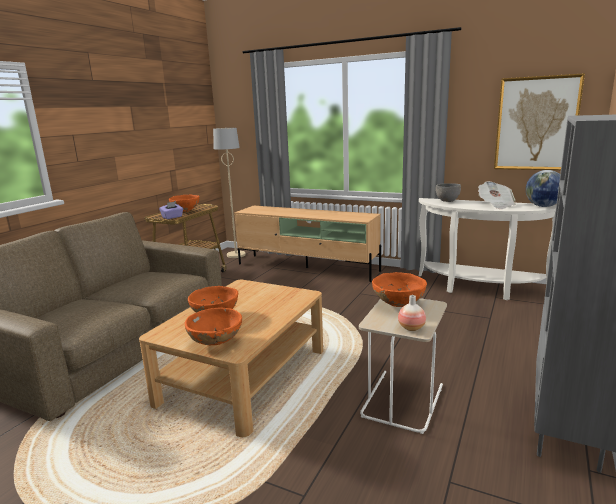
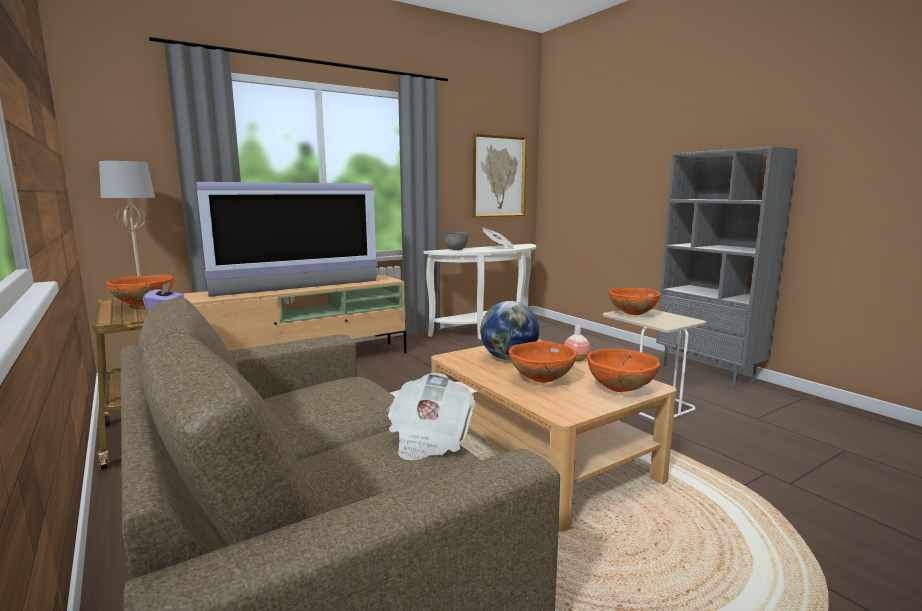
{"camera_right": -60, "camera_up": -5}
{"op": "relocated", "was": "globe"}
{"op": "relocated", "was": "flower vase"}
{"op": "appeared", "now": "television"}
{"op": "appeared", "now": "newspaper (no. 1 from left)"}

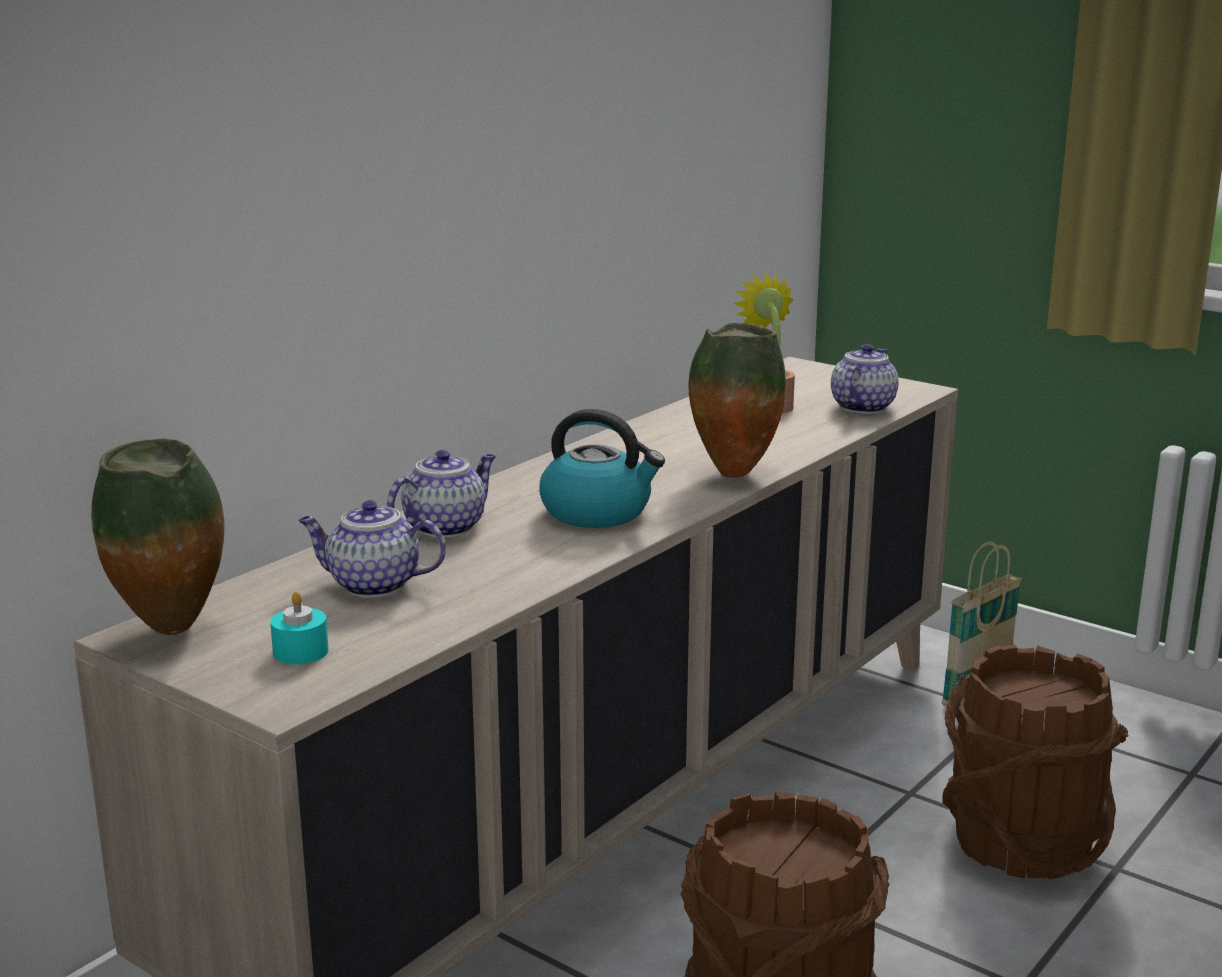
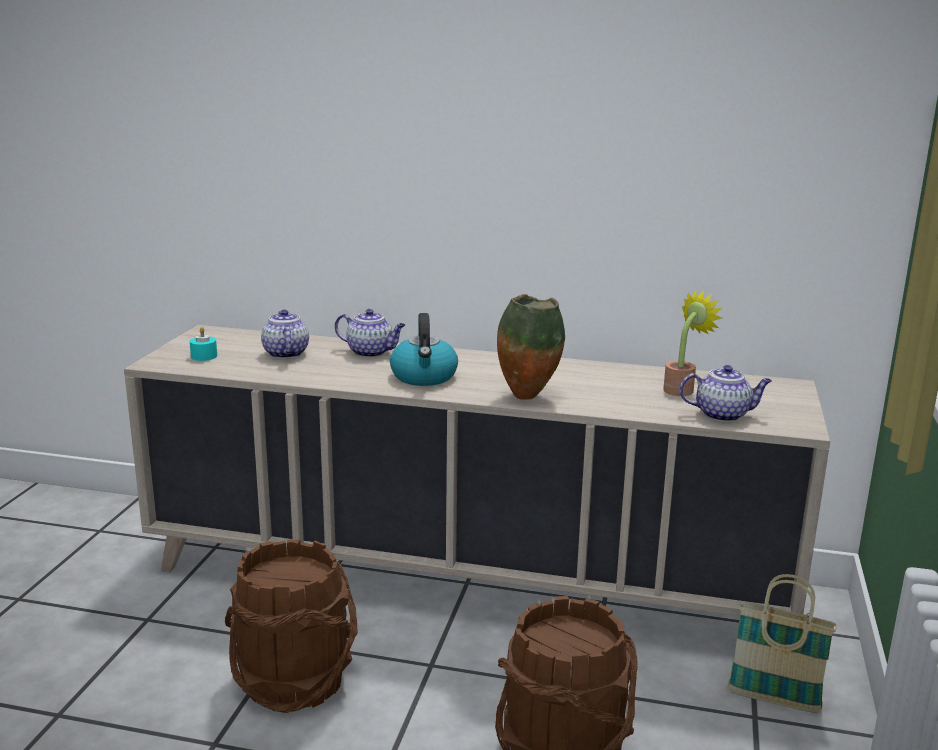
{"camera_right": 65, "camera_up": 0}
{"op": "missing", "was": "flower vase (no. 1 from left)"}

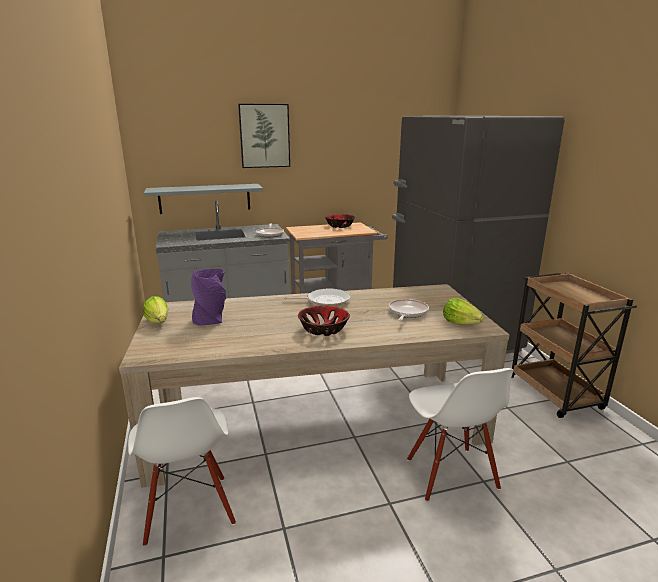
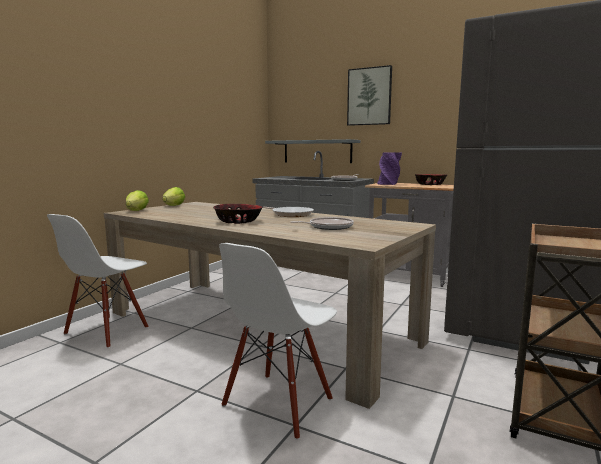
{"camera_right": 45, "camera_up": -10}
{"op": "relocated", "was": "flower vase/purple"}
{"op": "relocated", "was": "lettuce head (no. 2 from left in the first image)", "now": "lettuce head (no. 1 from left)"}

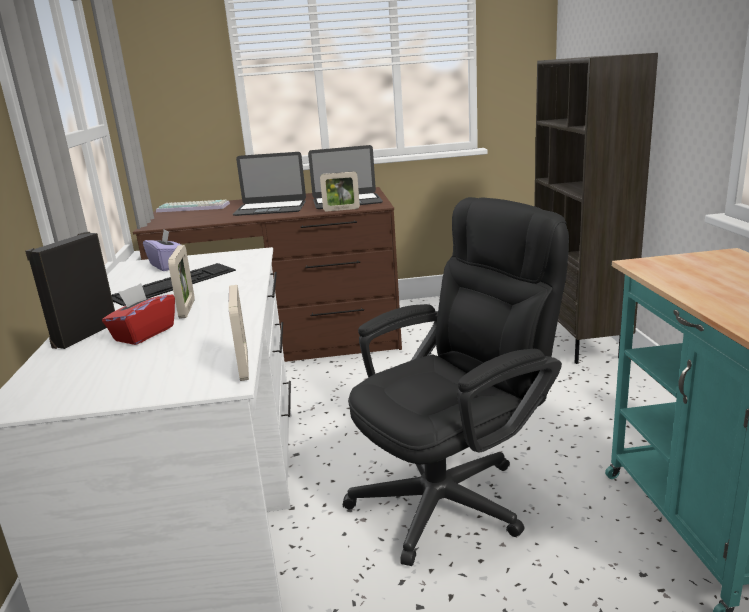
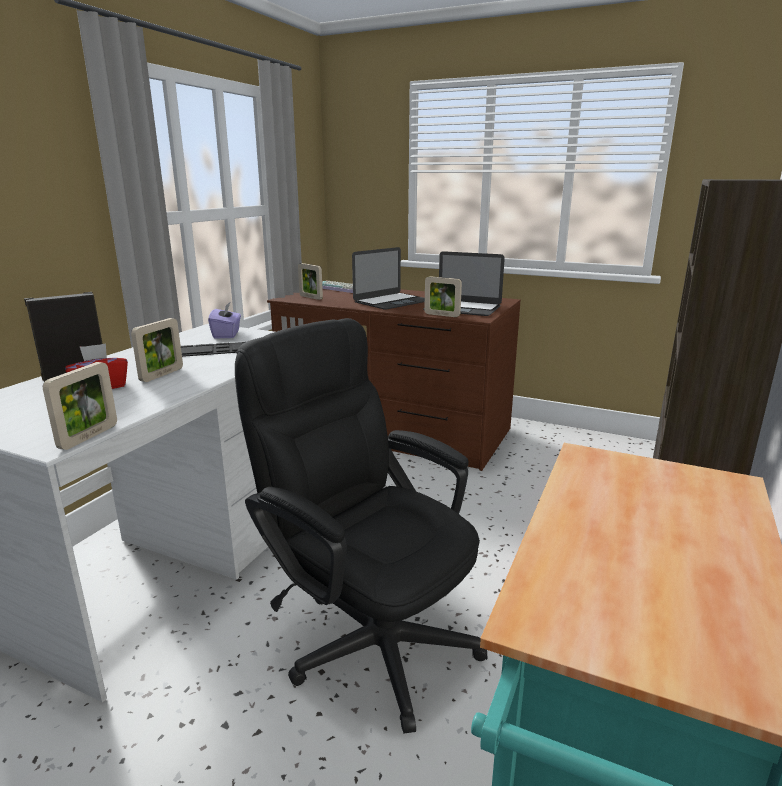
{"camera_right": 30, "camera_up": 0}
{"op": "spun", "was": "notebook computer (no. 1 from left)", "clockwise": -75}
{"op": "spun", "was": "computer chair/black-coloured", "clockwise": -135}
{"op": "appeared", "now": "standing frame (no. 3 from left)"}

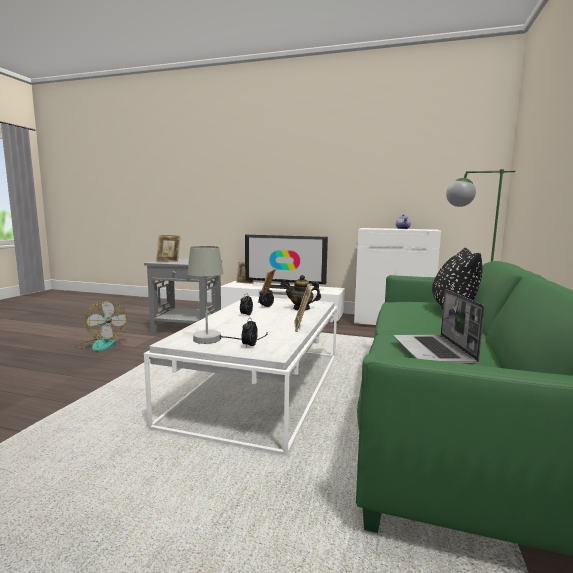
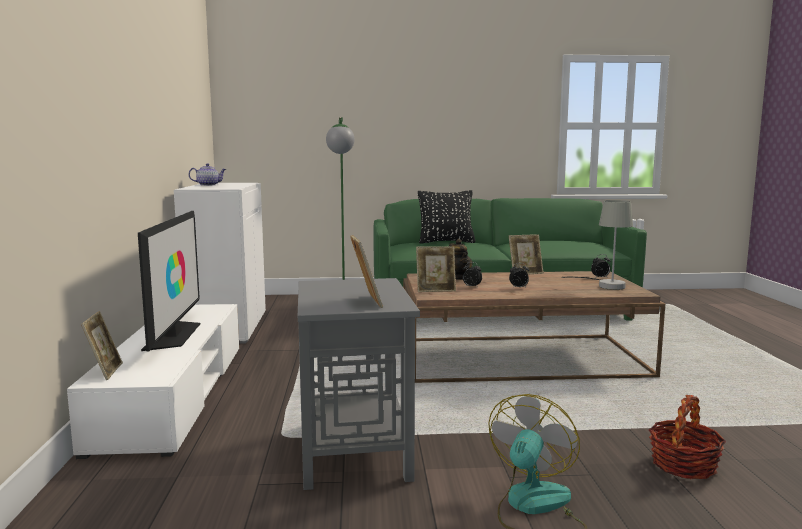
{"camera_right": -110, "camera_up": 0}
{"op": "missing", "was": "notebook computer"}
{"op": "colour", "was": "low table/white-coloured", "now": "low table/brown-coloured"}
{"op": "appeared", "now": "household basket"}

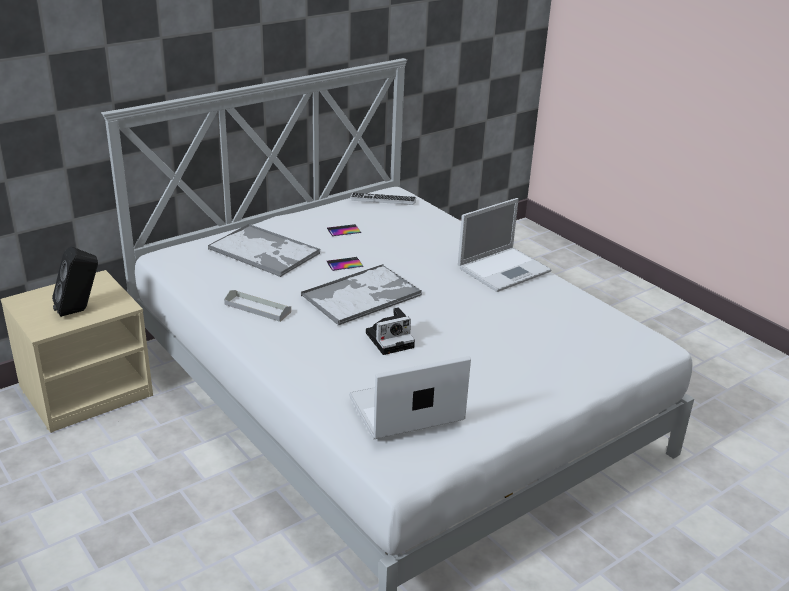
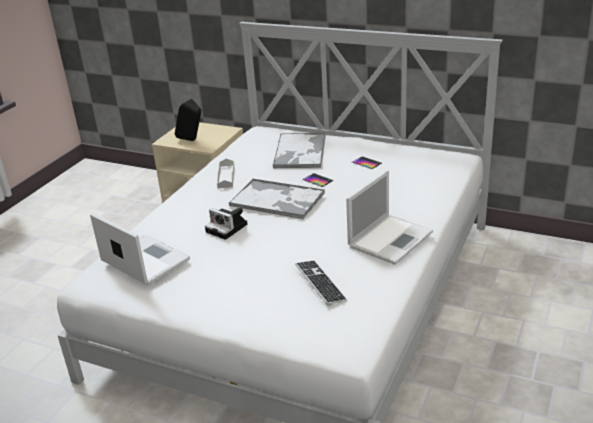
{"camera_right": 65, "camera_up": 0}
{"op": "relocated", "was": "PC keyboard"}
{"op": "spun", "was": "notebook computer (no. 2 from left)", "clockwise": -75}

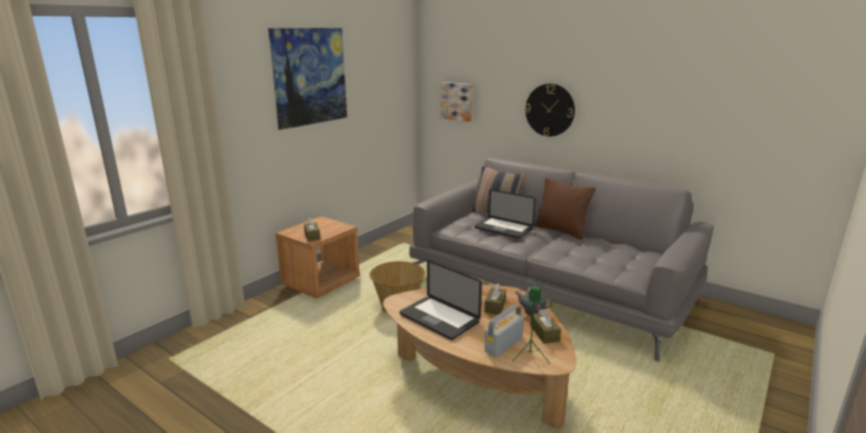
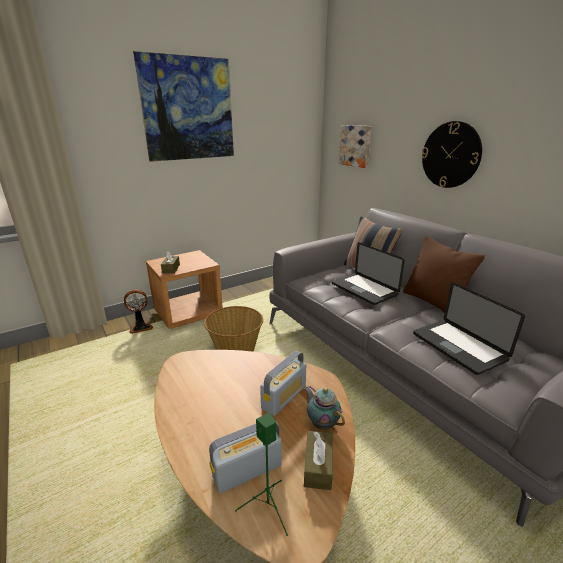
{"camera_right": 20, "camera_up": 5}
{"op": "relocated", "was": "notebook computer (no. 1 from left in the first image)", "now": "notebook computer (no. 2 from left)"}
{"op": "exchanged", "was": "tissue holder/brown-coloured (no. 2 from left)", "now": "radio set (no. 2 from left)"}
{"op": "appeared", "now": "fan"}

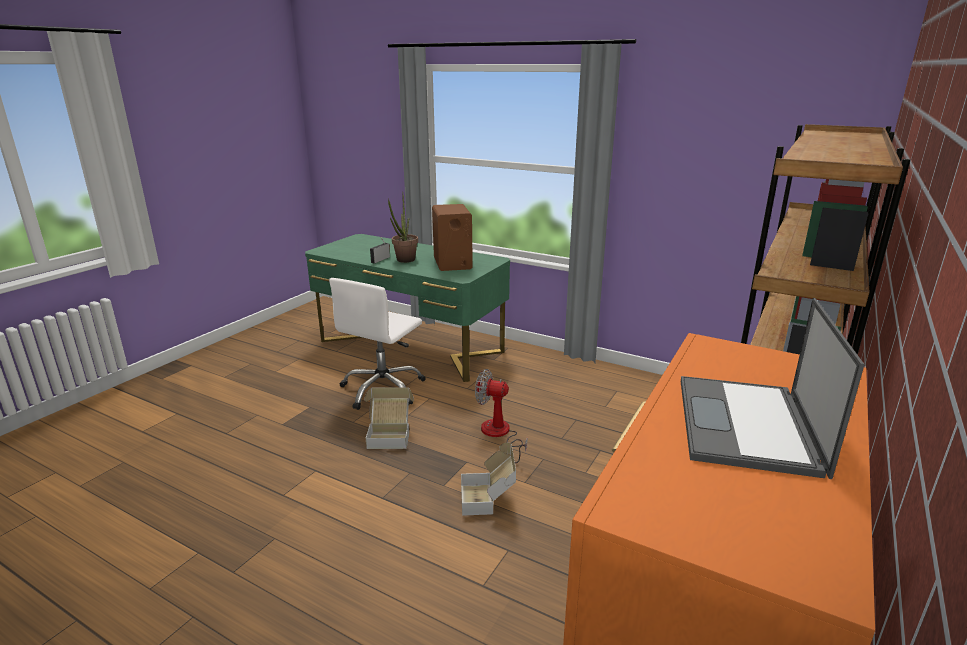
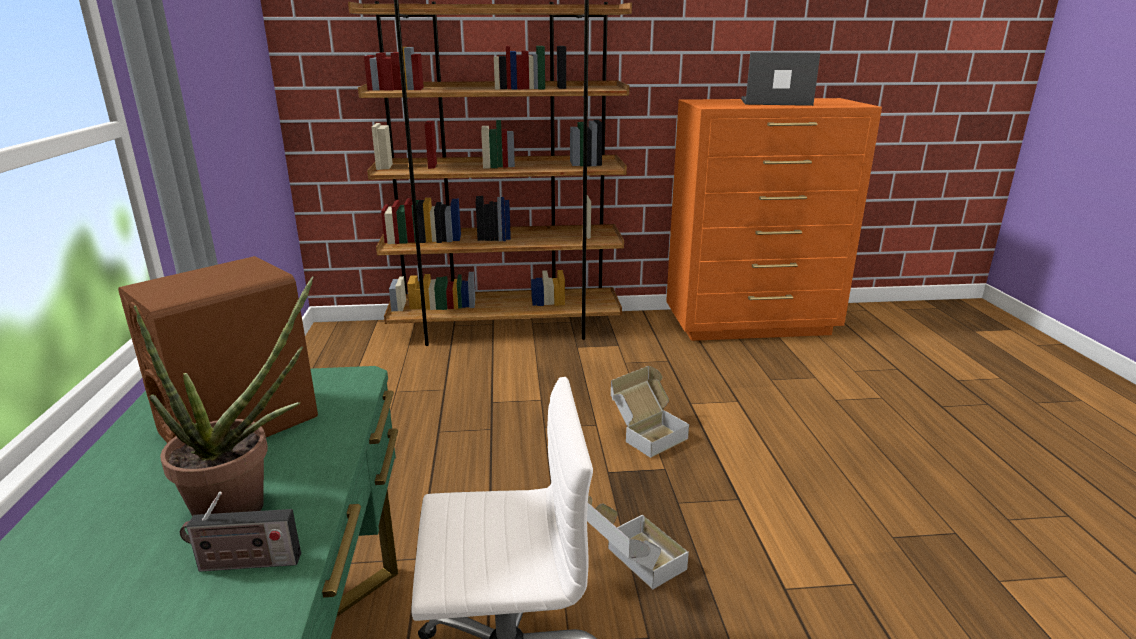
{"camera_right": -125, "camera_up": 0}
{"op": "spun", "was": "notebook computer", "clockwise": -150}
{"op": "missing", "was": "fan"}

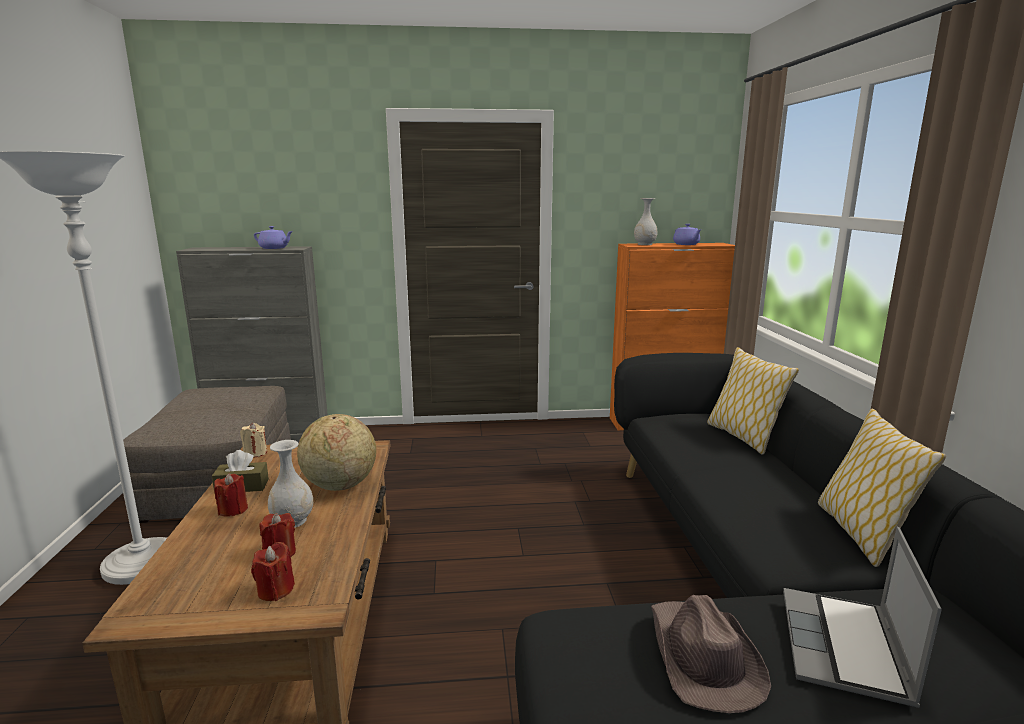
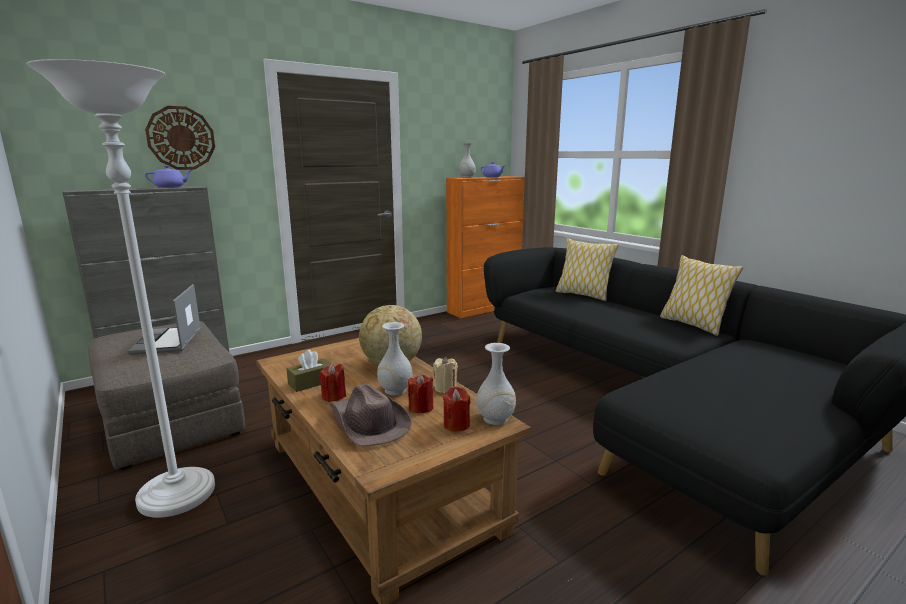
{"camera_right": -30, "camera_up": 0}
{"op": "relocated", "was": "wax light/beige-coloured"}
{"op": "relocated", "was": "notebook computer"}
{"op": "relocated", "was": "hat/brown-coloured"}
{"op": "appeared", "now": "clock on the wall"}
{"op": "appeared", "now": "flower vase/white-coloured (no. 3 from left)"}

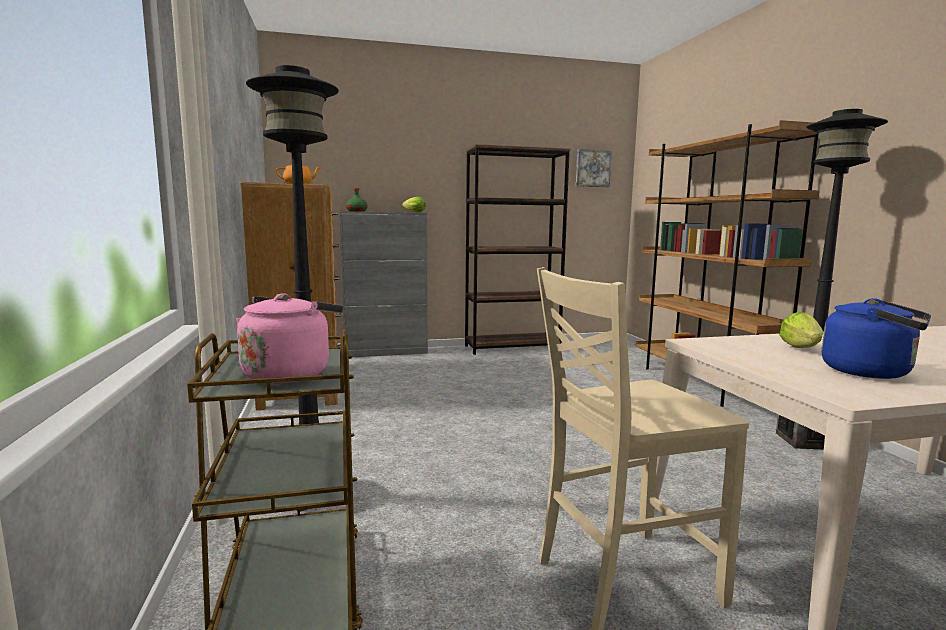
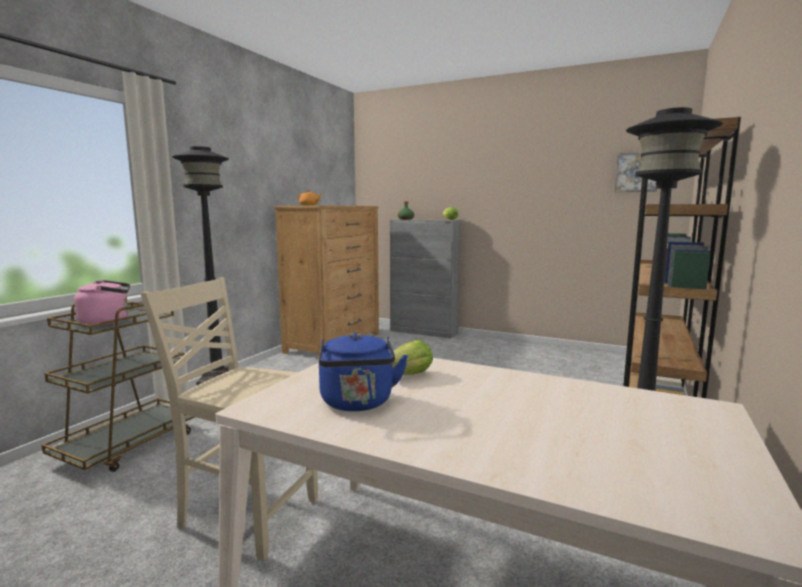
{"camera_right": 40, "camera_up": 0}
{"op": "missing", "was": "bookshelf/brown-coloured (no. 1 from left)"}

